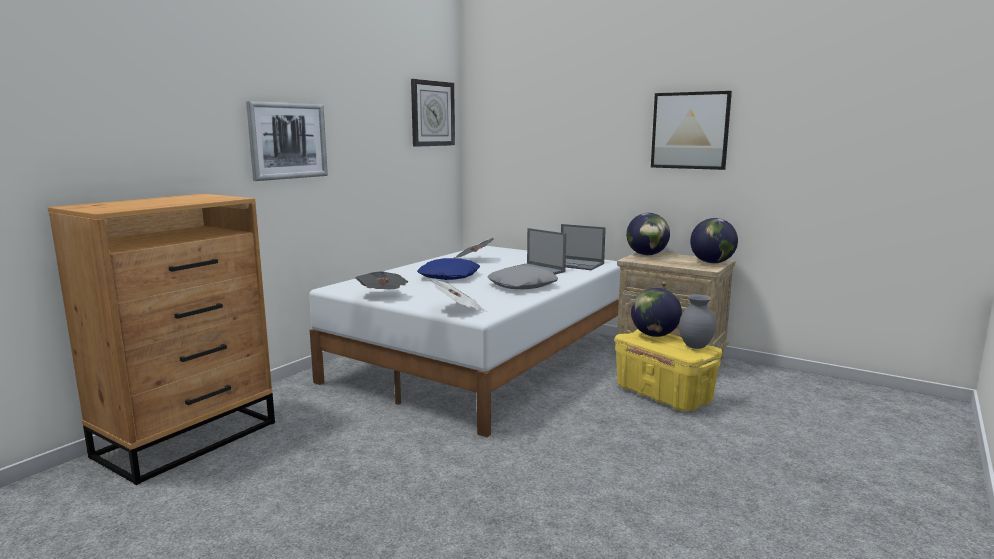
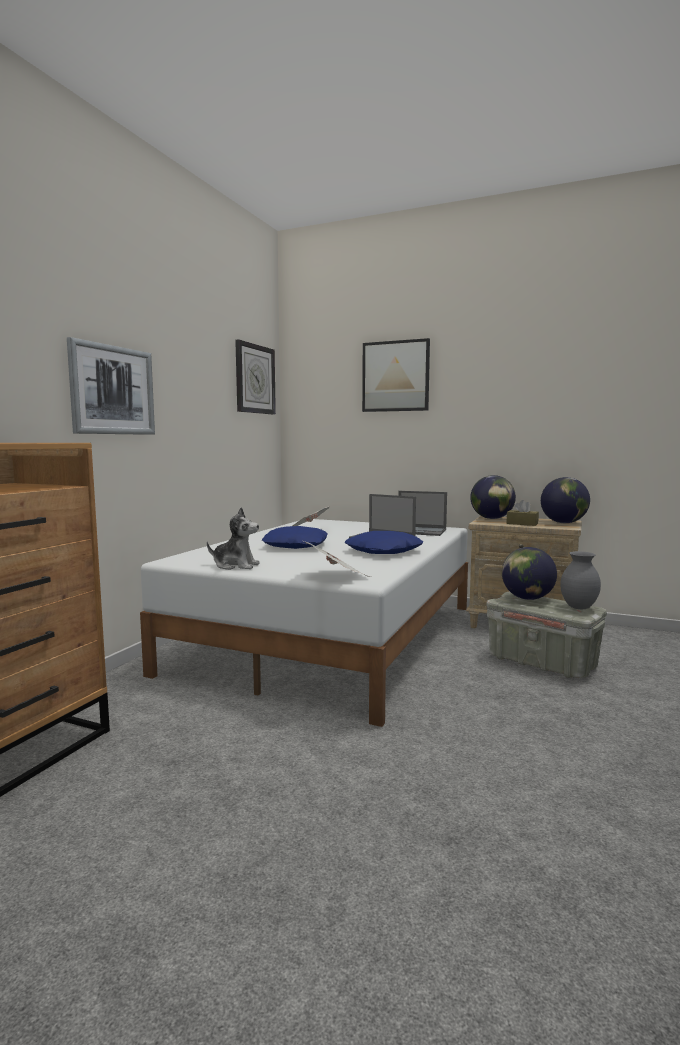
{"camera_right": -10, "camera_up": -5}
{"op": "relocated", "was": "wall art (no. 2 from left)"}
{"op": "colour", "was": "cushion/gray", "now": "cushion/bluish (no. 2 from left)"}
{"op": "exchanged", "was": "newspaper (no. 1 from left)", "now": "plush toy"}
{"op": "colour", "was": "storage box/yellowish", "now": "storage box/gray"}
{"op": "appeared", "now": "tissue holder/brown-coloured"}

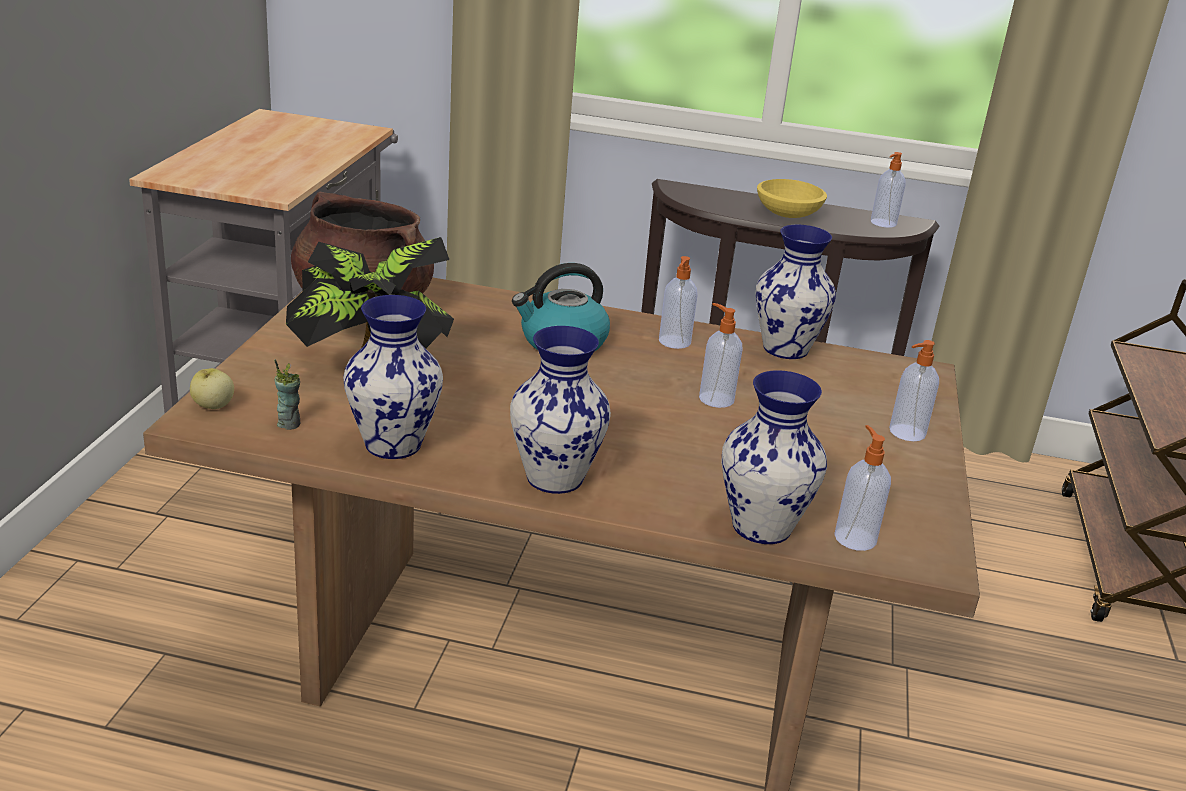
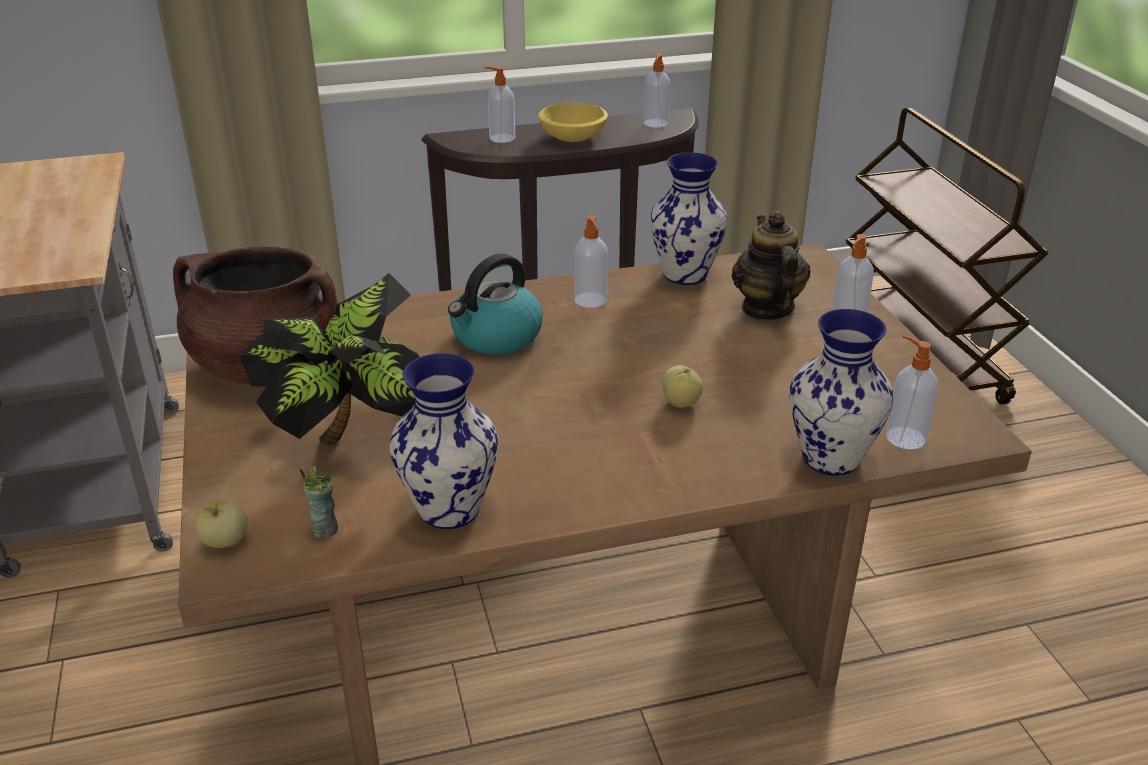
{"camera_right": -25, "camera_up": 5}
{"op": "relocated", "was": "soap dispenser (no. 2 from left in the first image)", "now": "soap dispenser (no. 1 from left)"}
{"op": "missing", "was": "flower vase (no. 2 from left)"}
{"op": "appeared", "now": "teapot"}
{"op": "appeared", "now": "apple fruit (no. 2 from left)"}

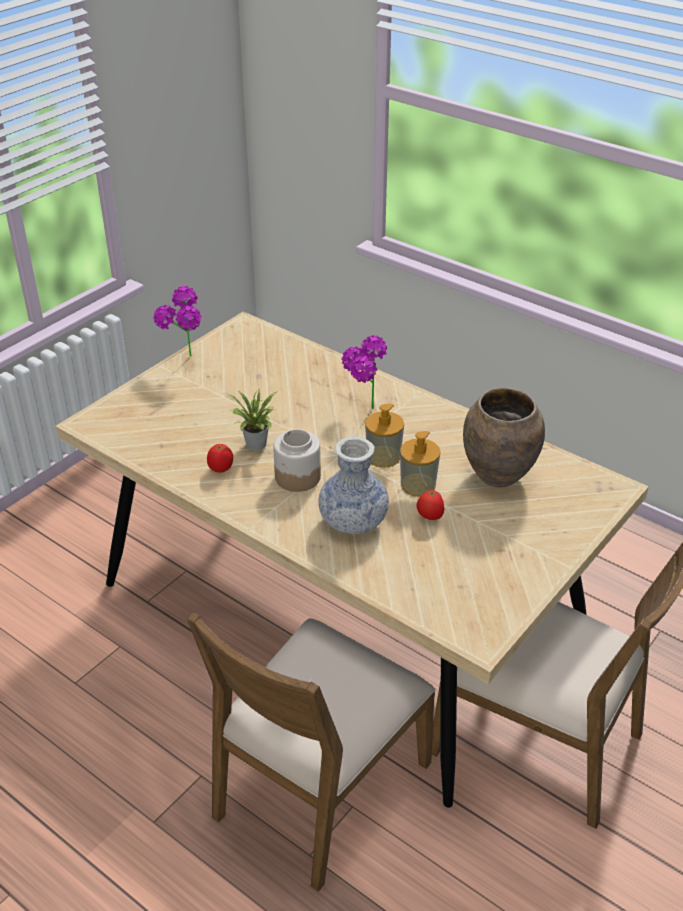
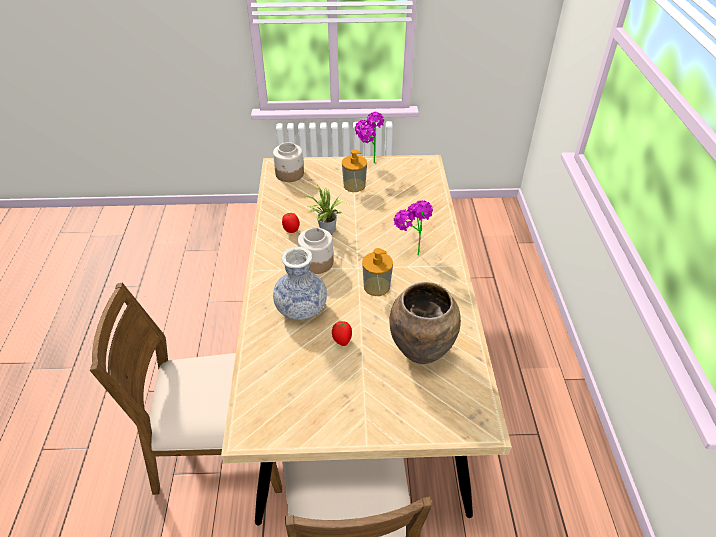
{"camera_right": 50, "camera_up": 5}
{"op": "relocated", "was": "soap dispenser (no. 2 from left in the first image)", "now": "soap dispenser (no. 1 from left)"}
{"op": "appeared", "now": "jar (no. 1 from left)"}

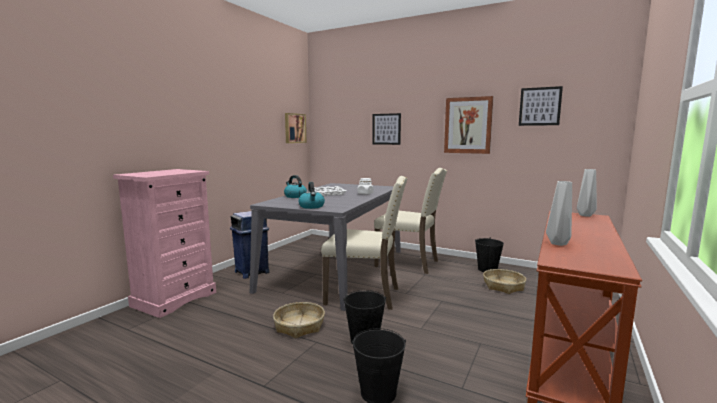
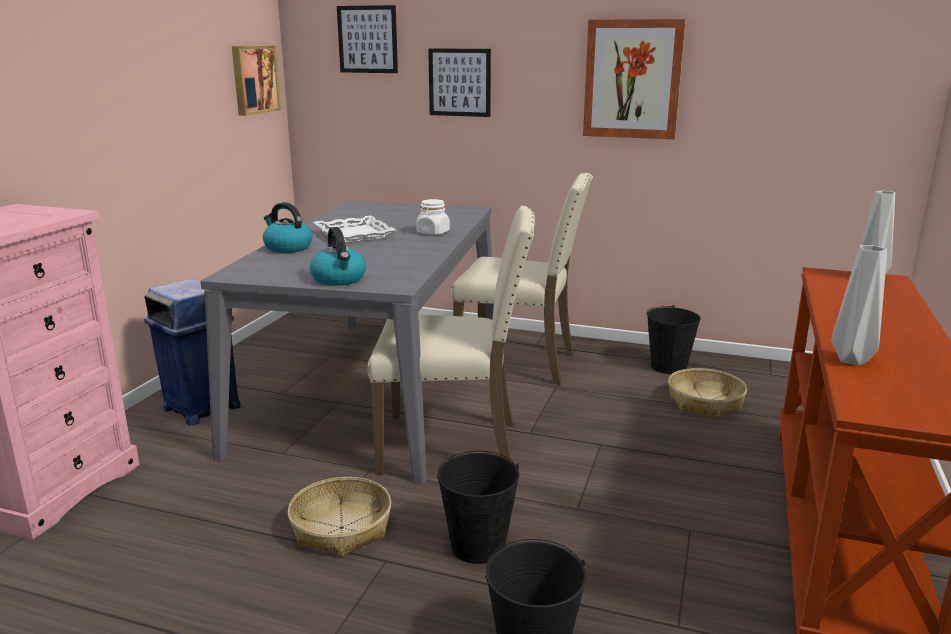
{"camera_right": -10, "camera_up": 10}
{"op": "relocated", "was": "wall art (no. 4 from left in the first image)", "now": "wall art (no. 2 from left)"}

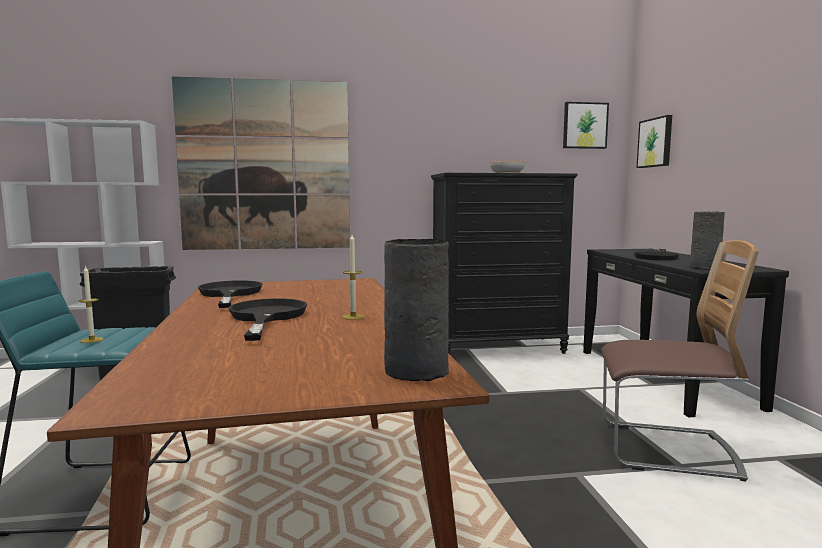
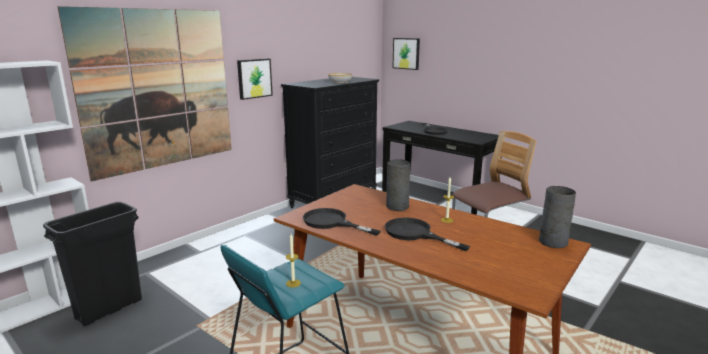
{"camera_right": -40, "camera_up": 10}
{"op": "relocated", "was": "wall art (no. 2 from left)"}
{"op": "relocated", "was": "flower vase/gray (no. 2 from left in the first image)", "now": "flower vase/gray (no. 1 from left)"}

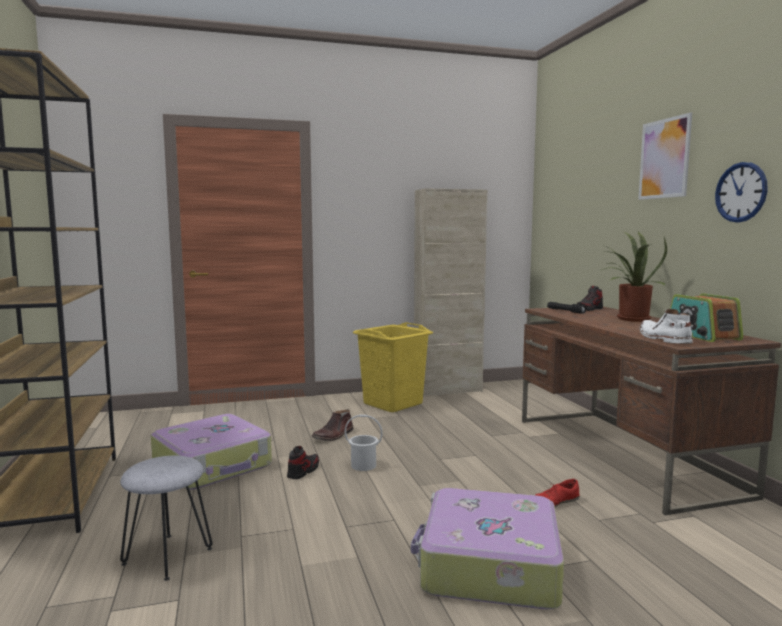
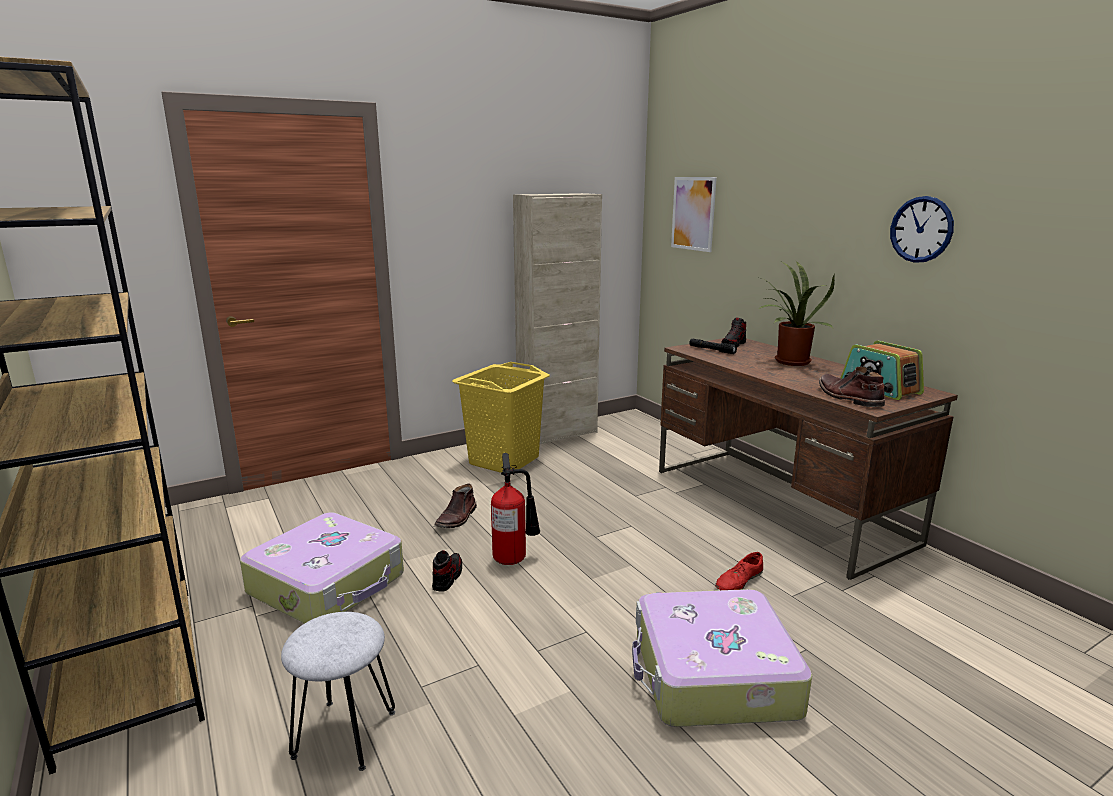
{"camera_right": -15, "camera_up": 10}
{"op": "relocated", "was": "wall art"}
{"op": "colour", "was": "high-top boot/white-coloured", "now": "high-top boot/brown-coloured (no. 2 from left)"}
{"op": "exchanged", "was": "bucket/white-coloured", "now": "fire extinguisher"}

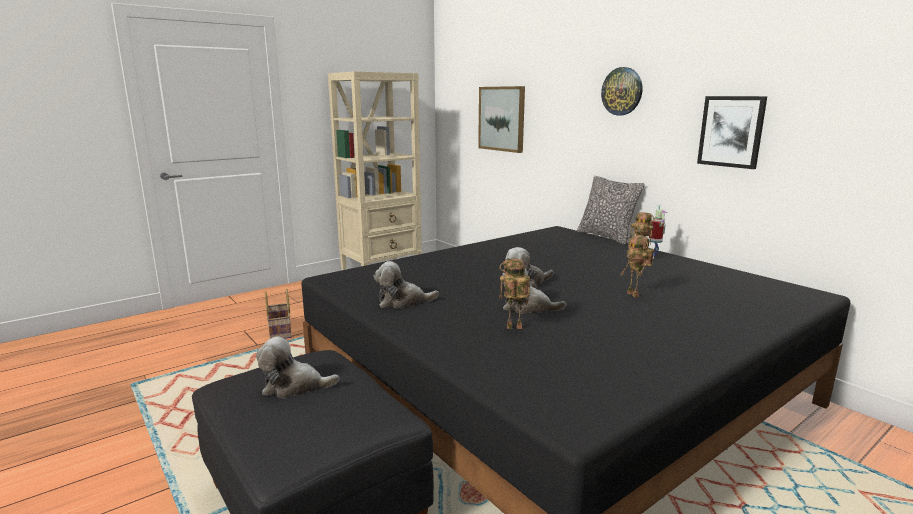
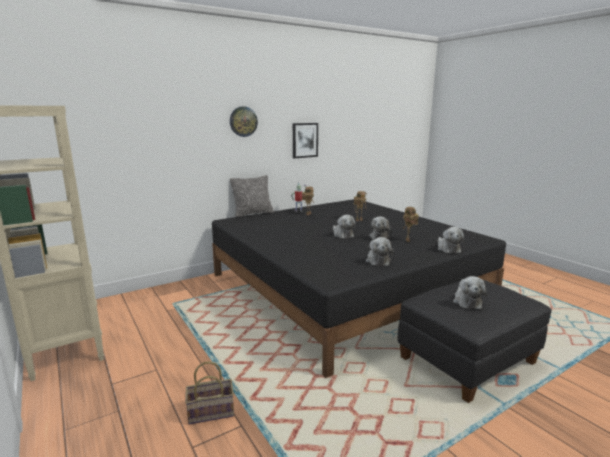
{"camera_right": -85, "camera_up": 0}
{"op": "missing", "was": "wall art (no. 1 from left)"}
{"op": "appeared", "now": "plush toy (no. 4 from left)"}

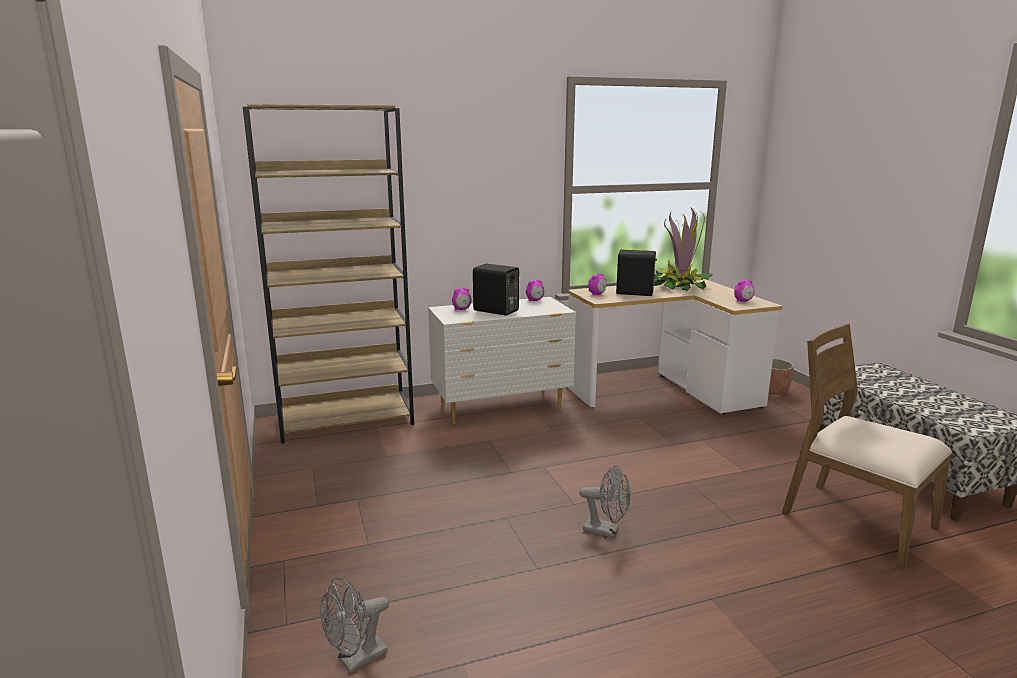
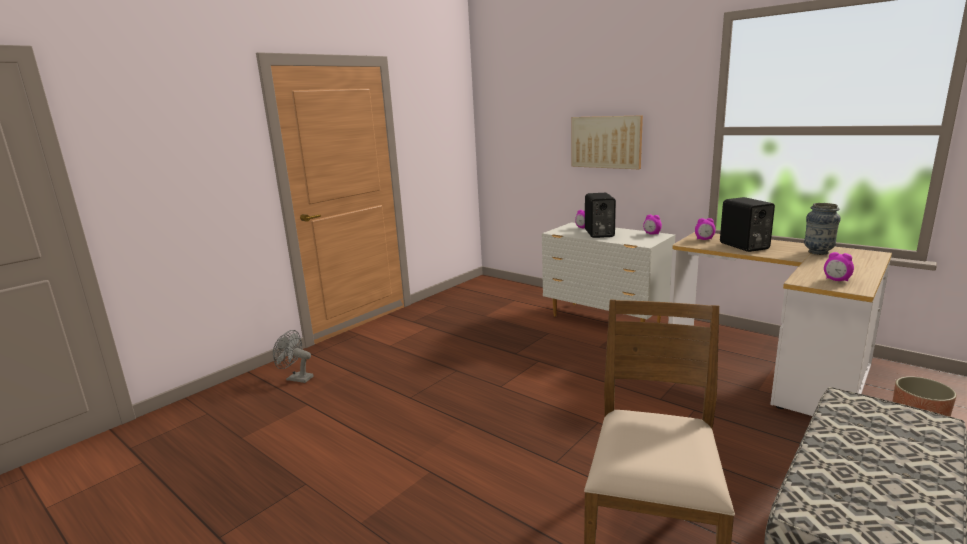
{"camera_right": 60, "camera_up": 0}
{"op": "missing", "was": "bookshelf/brown-coloured"}
{"op": "exchanged", "was": "houseplant", "now": "flower vase"}
{"op": "missing", "was": "fan/gray (no. 2 from left)"}
{"op": "appeared", "now": "wall art"}

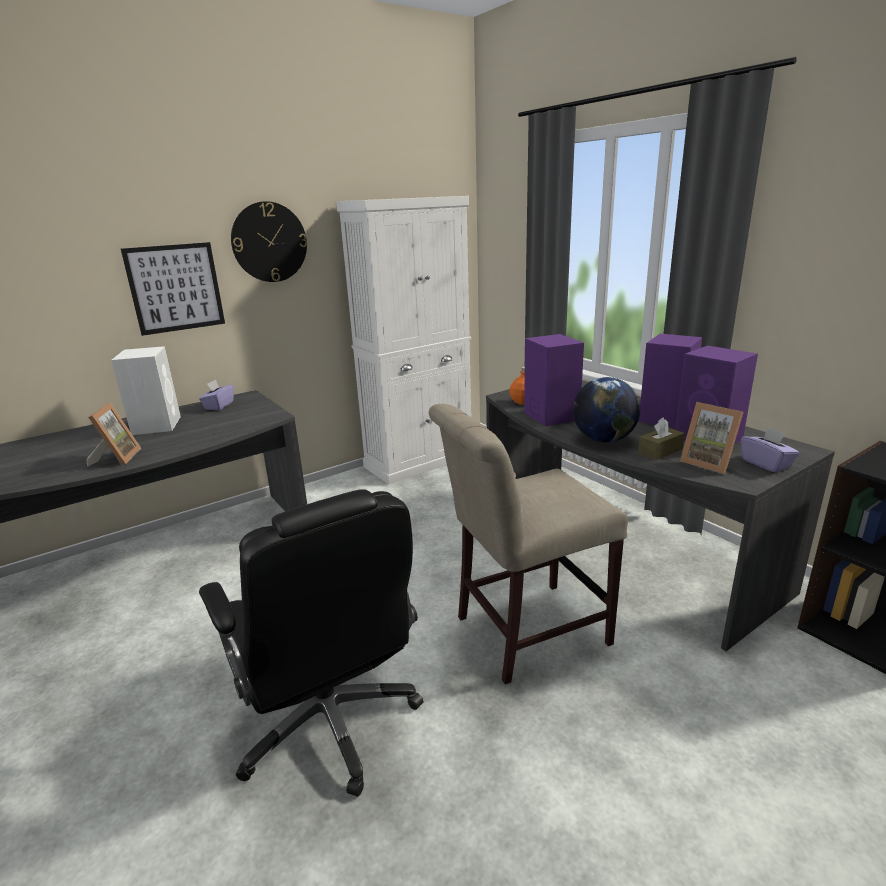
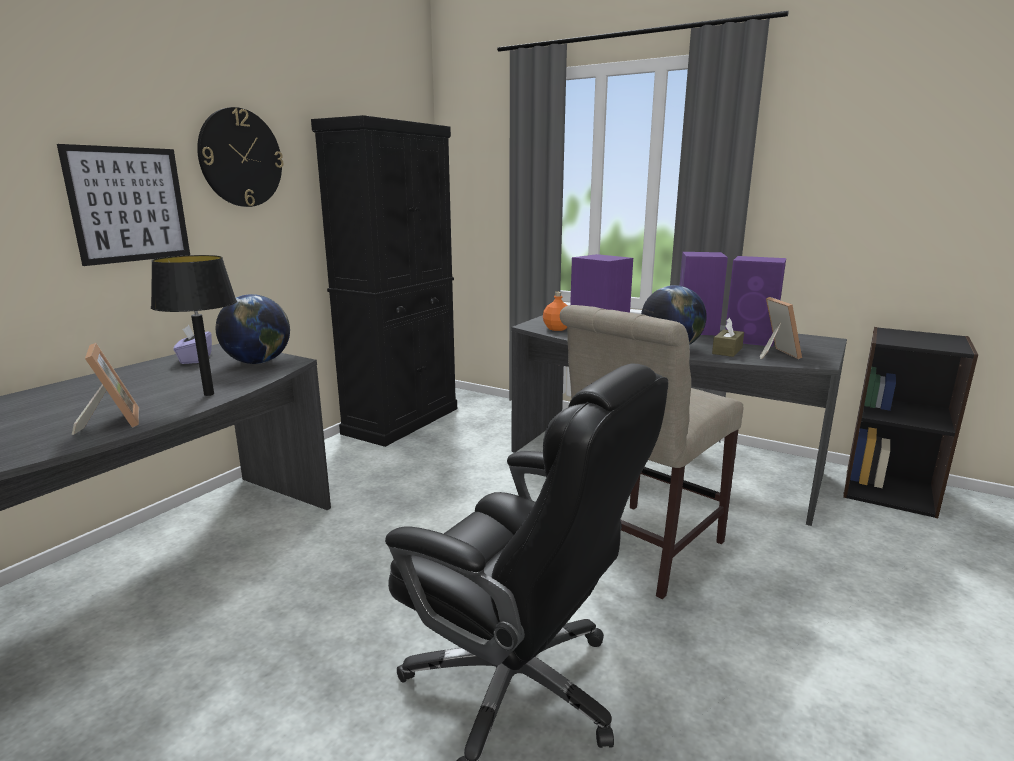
{"camera_right": -25, "camera_up": -5}
{"op": "colour", "was": "cupboard/white-coloured", "now": "cupboard/black-coloured"}
{"op": "missing", "was": "audio speaker/white-coloured"}
{"op": "spun", "was": "standing frame (no. 2 from left)", "clockwise": -120}
{"op": "missing", "was": "tissue holder/purple (no. 2 from left)"}
{"op": "appeared", "now": "table lamp/black-coloured"}
{"op": "appeared", "now": "globe (no. 1 from left)"}

